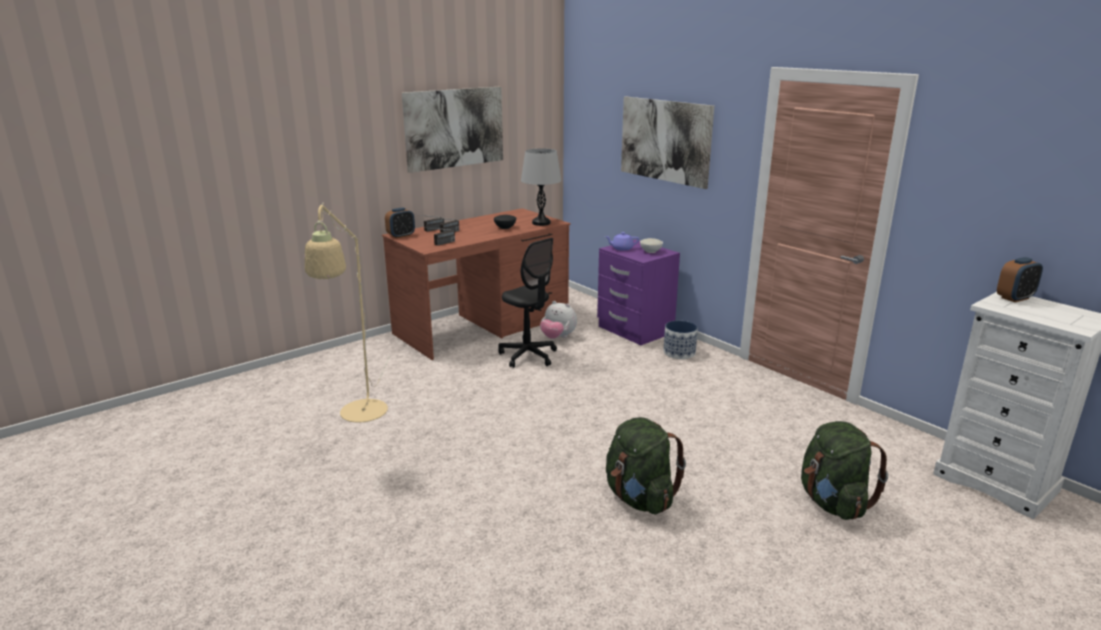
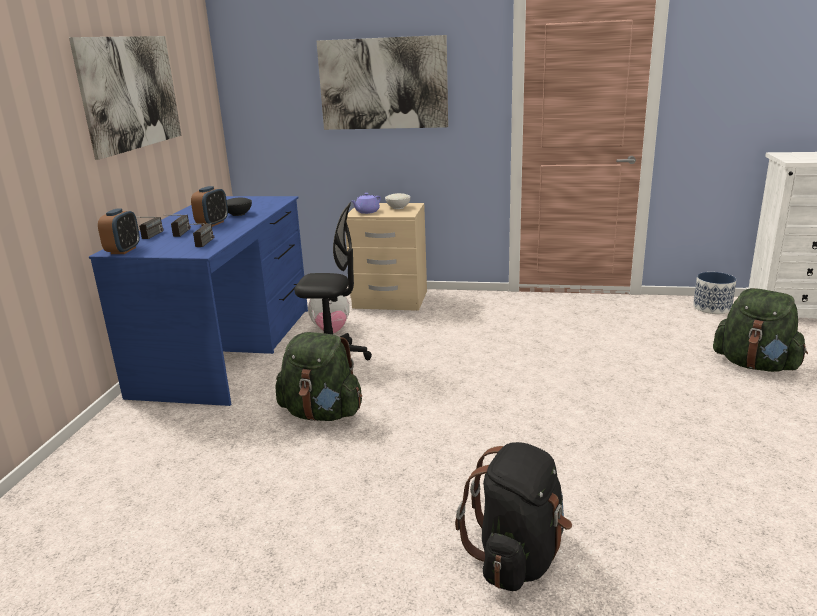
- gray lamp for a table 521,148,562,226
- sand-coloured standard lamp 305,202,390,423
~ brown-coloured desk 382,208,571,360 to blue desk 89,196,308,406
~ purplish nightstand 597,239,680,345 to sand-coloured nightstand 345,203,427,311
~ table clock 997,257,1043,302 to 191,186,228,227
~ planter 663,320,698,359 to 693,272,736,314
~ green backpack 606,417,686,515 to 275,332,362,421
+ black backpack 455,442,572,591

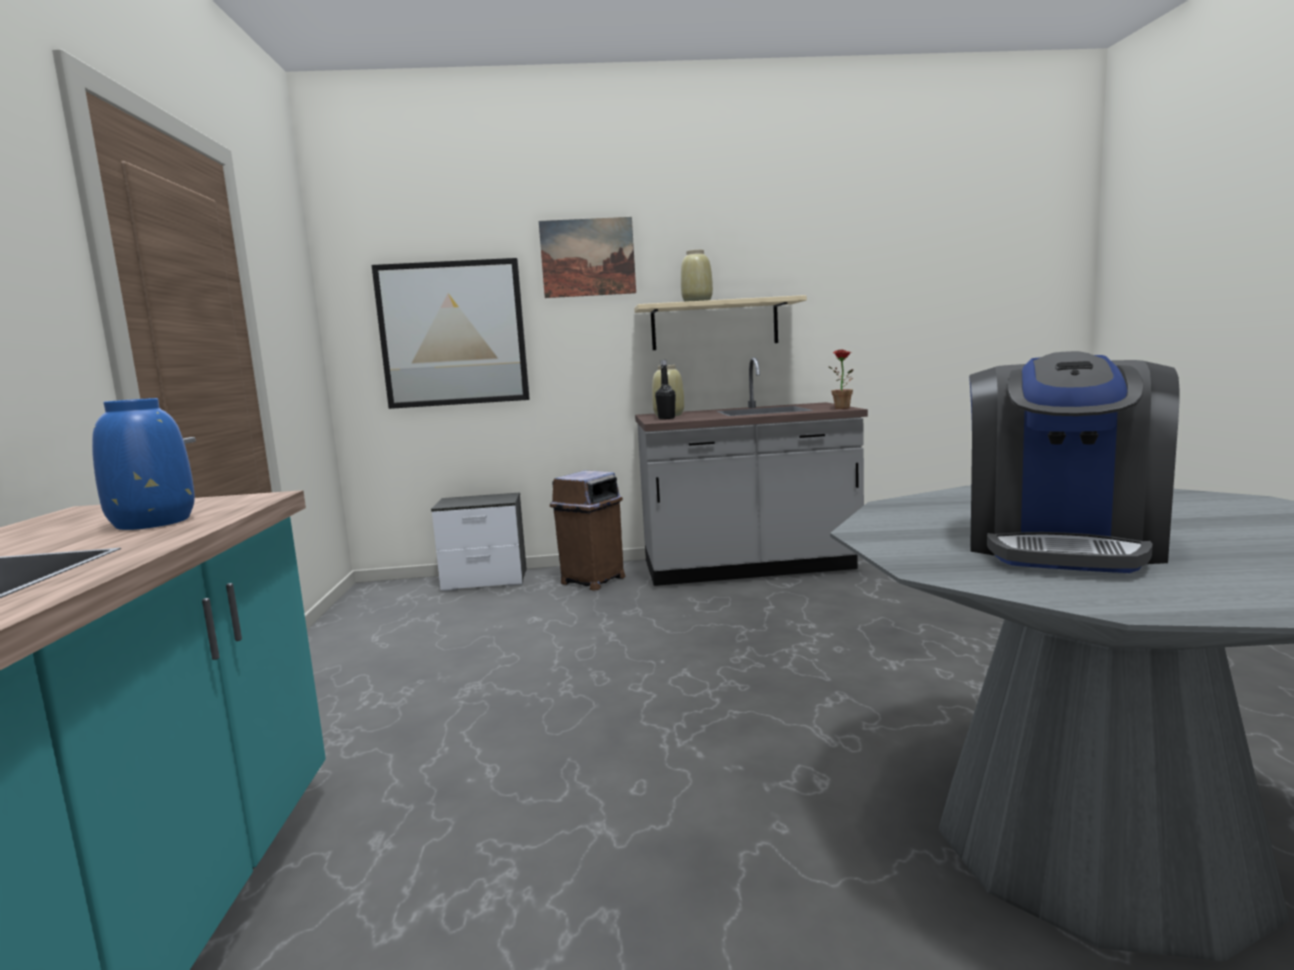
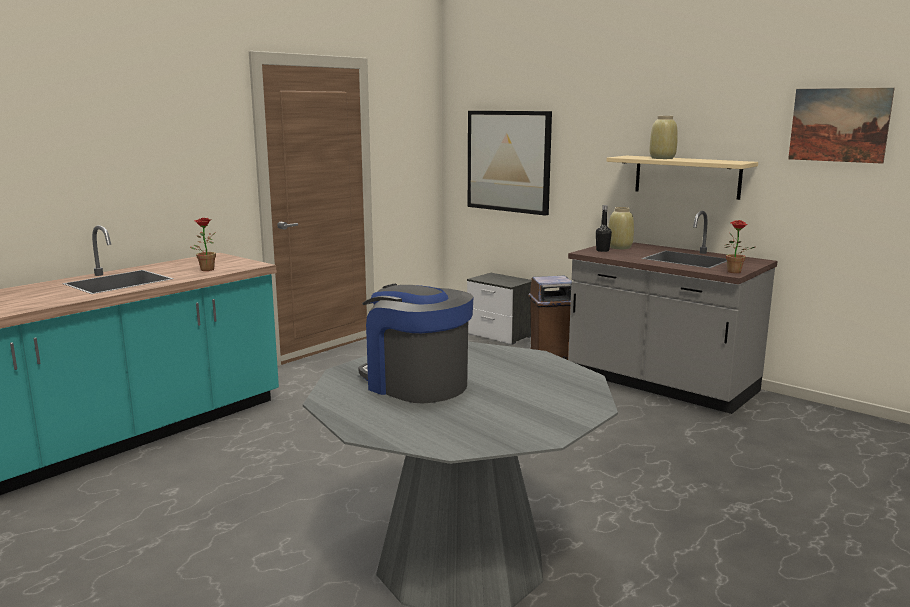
~ wall art 539,217,636,298 to 788,88,895,164
~ coffee maker 969,351,1179,573 = 358,284,474,403 60 degrees clockwise
~ blue vase 92,398,195,530 to plant in a pot 190,218,216,271

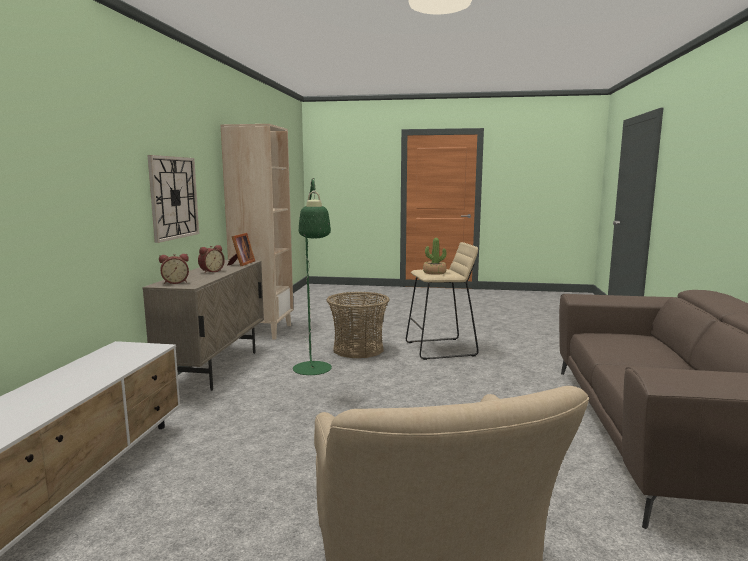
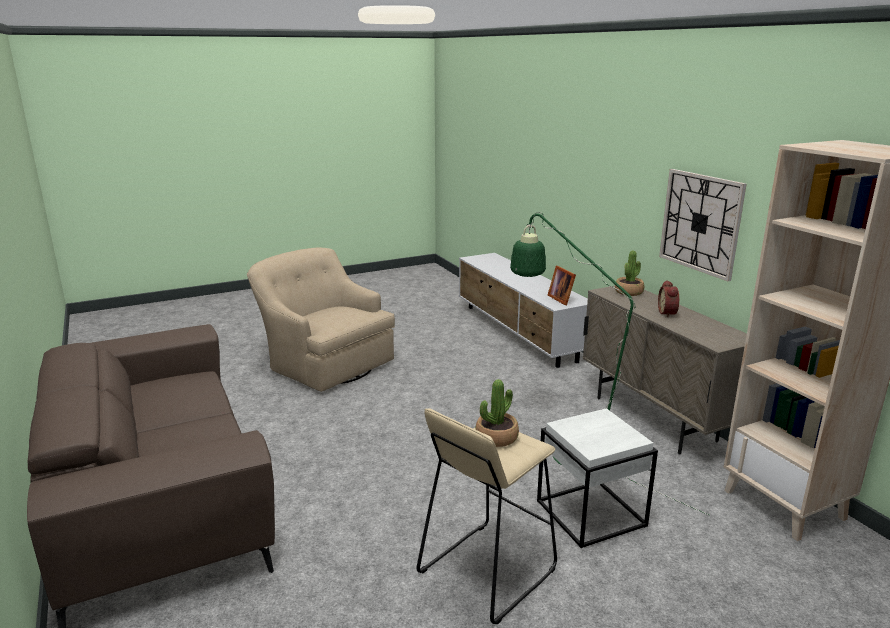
~ standing frame 227,233,255,266 to 548,266,576,305
~ table clock 159,254,189,284 to plant in a pot 615,251,644,296
~ basket 326,292,390,358 to white-coloured side table 537,408,658,548

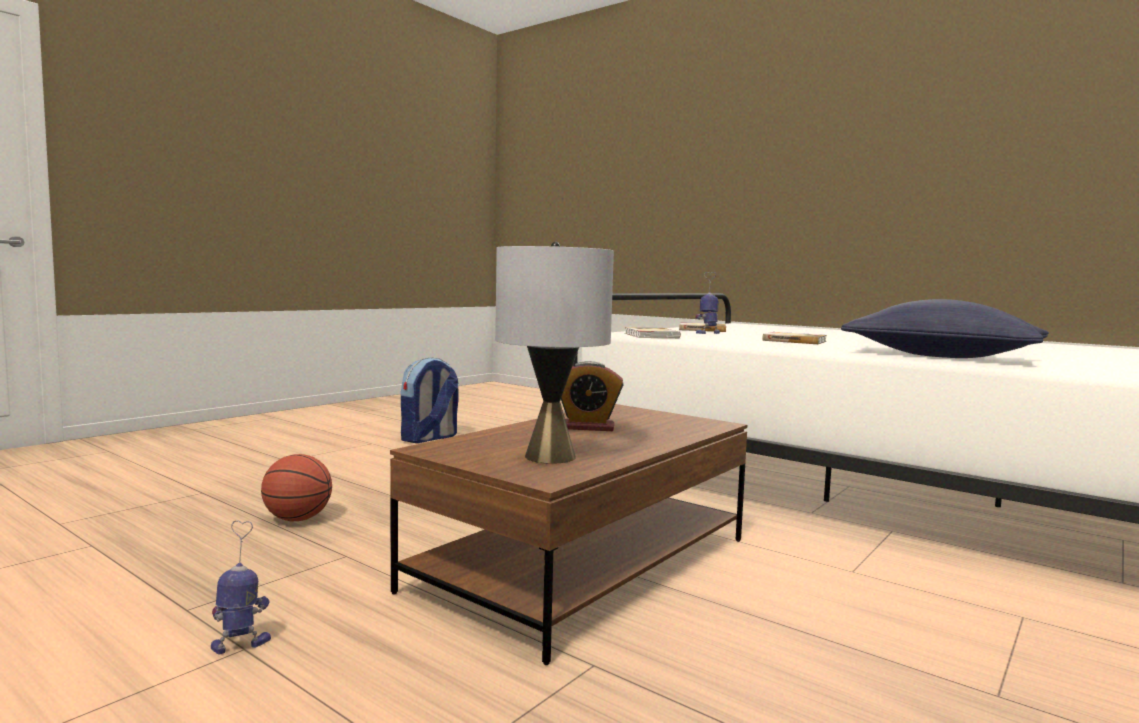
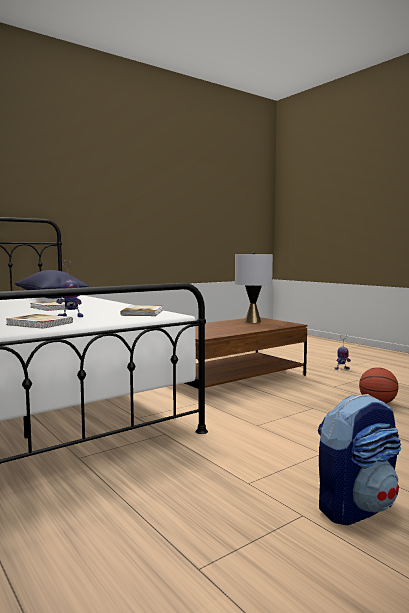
- table clock 561,361,624,431

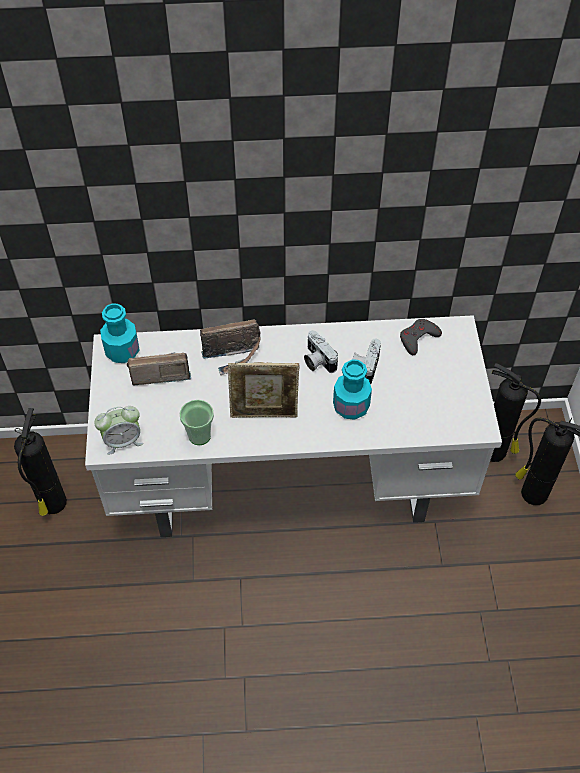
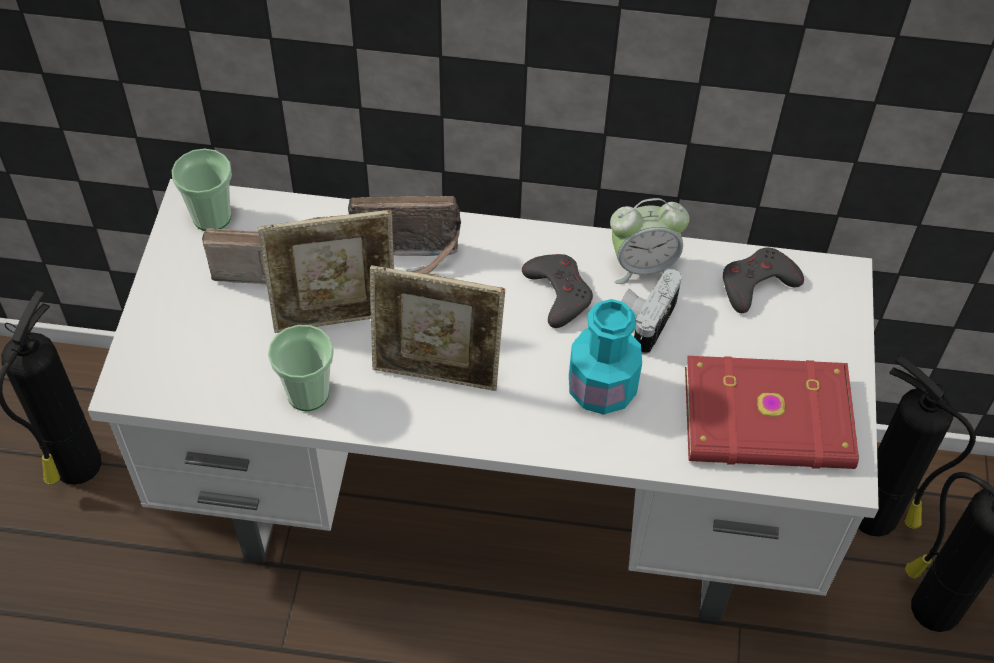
~ turquoise beverage bottle 100,303,139,363 to drinking cup 172,149,232,231
~ still camera 304,331,338,373 to gray joypad 522,254,593,328
~ table clock 94,406,144,455 to 610,198,689,284
+ standing frame 258,210,394,333
+ red-coloured book 685,356,859,469

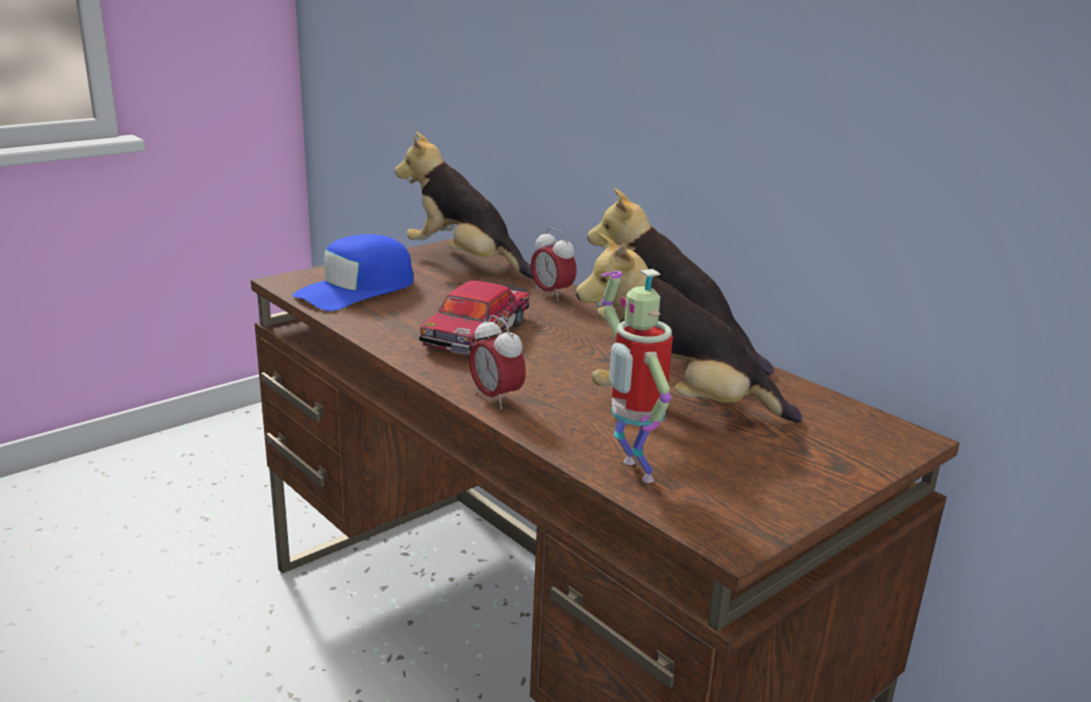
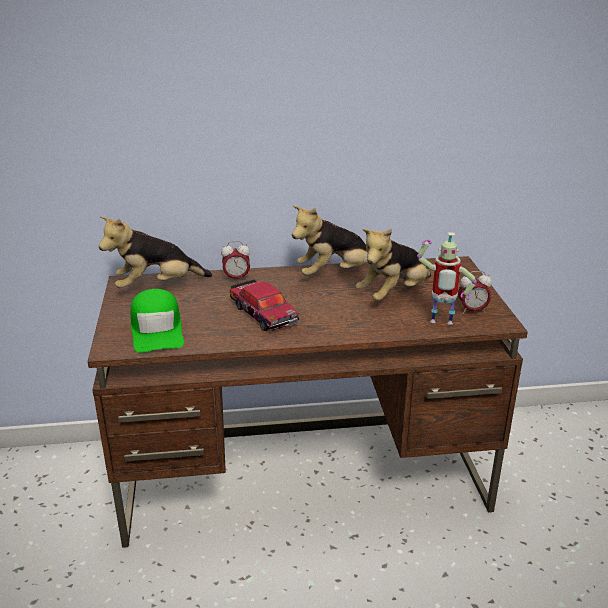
~ blue baseball cap 292,234,414,311 to green baseball cap 130,289,184,353
~ table clock 469,315,526,409 to 458,271,492,314

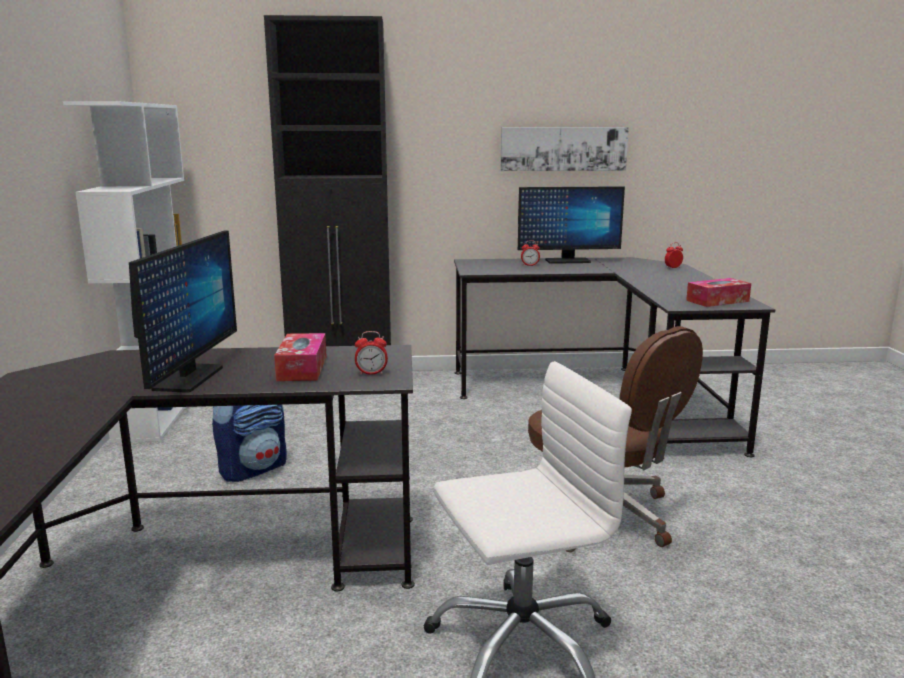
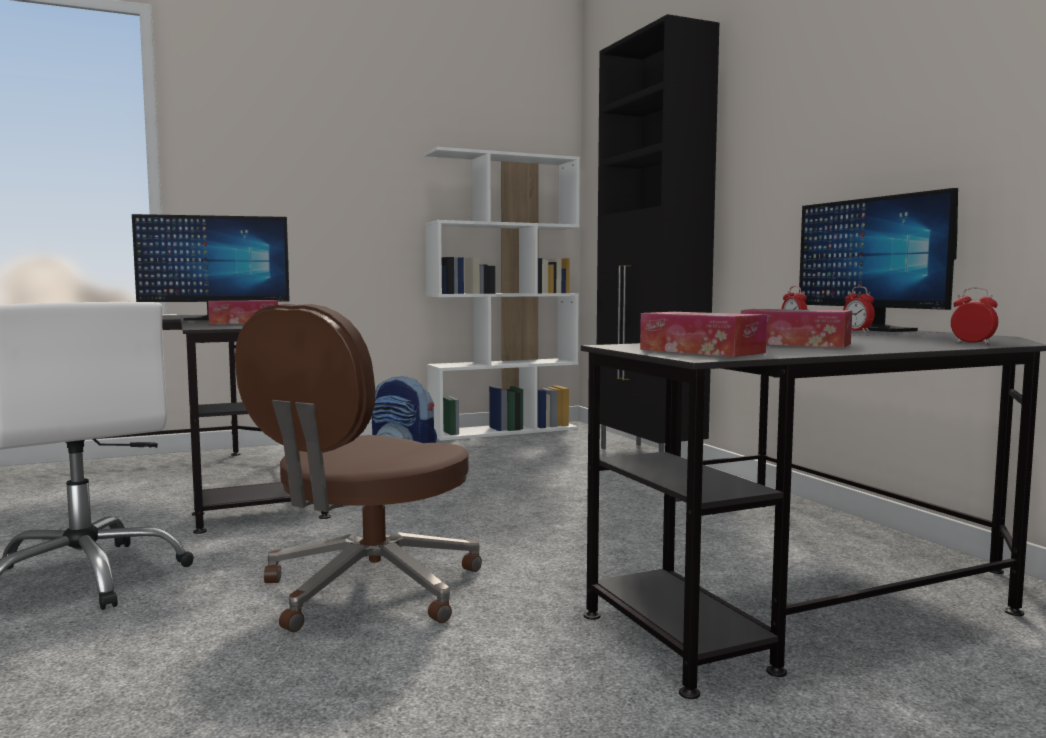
- wall art 501,127,629,171
~ table clock 355,331,388,375 to 843,286,875,331
+ box of tissues 741,309,852,348

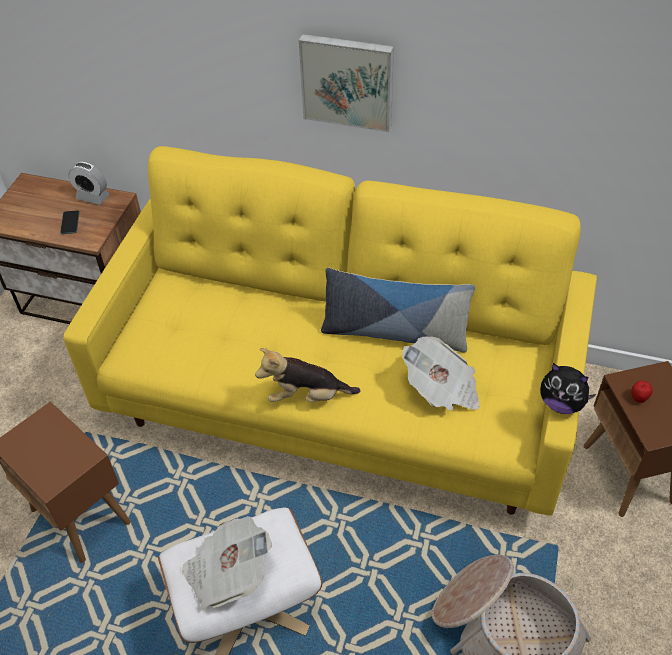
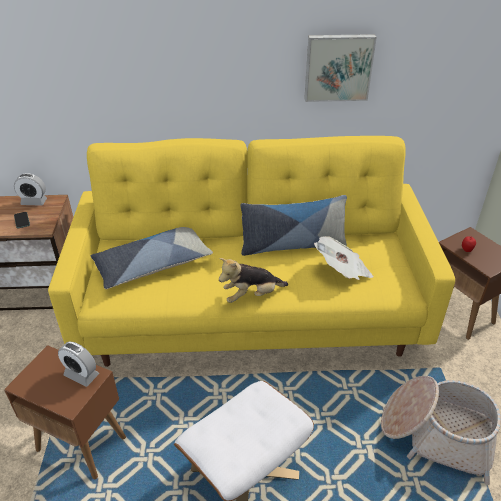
~ wall art 299,34,394,132 to 304,34,377,102
- plush toy 540,363,596,414
- printed paper 182,516,272,610
+ throw pillow 91,227,213,289
+ table clock 58,342,99,387

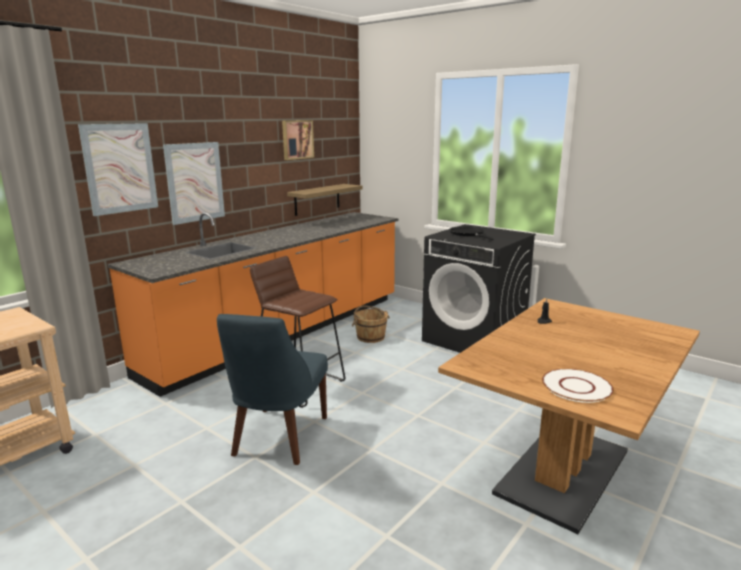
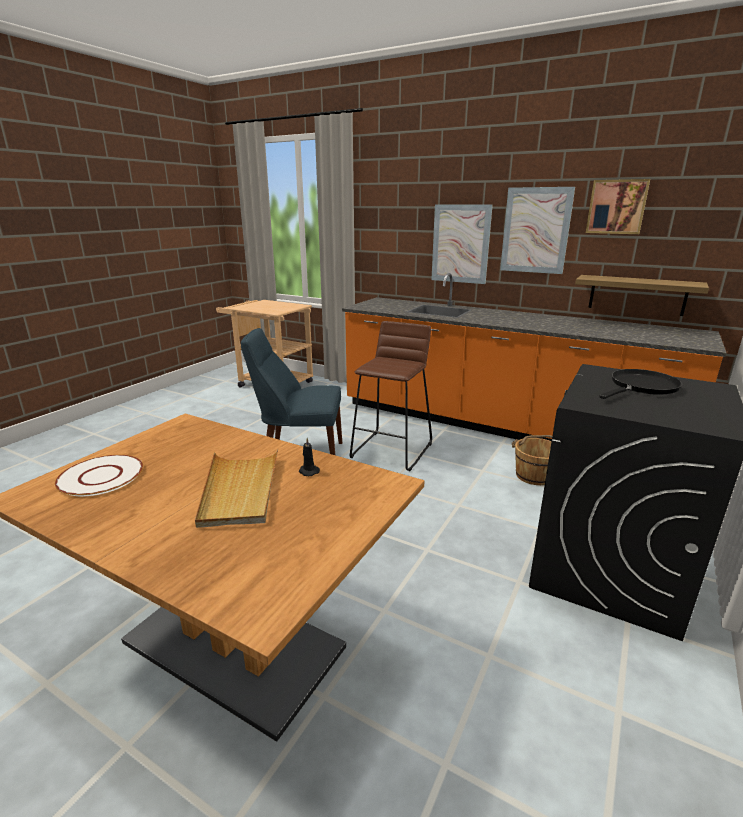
~ wall art 78,123,158,216 to 500,187,575,274
+ sand-coloured serving tray 195,449,278,528

